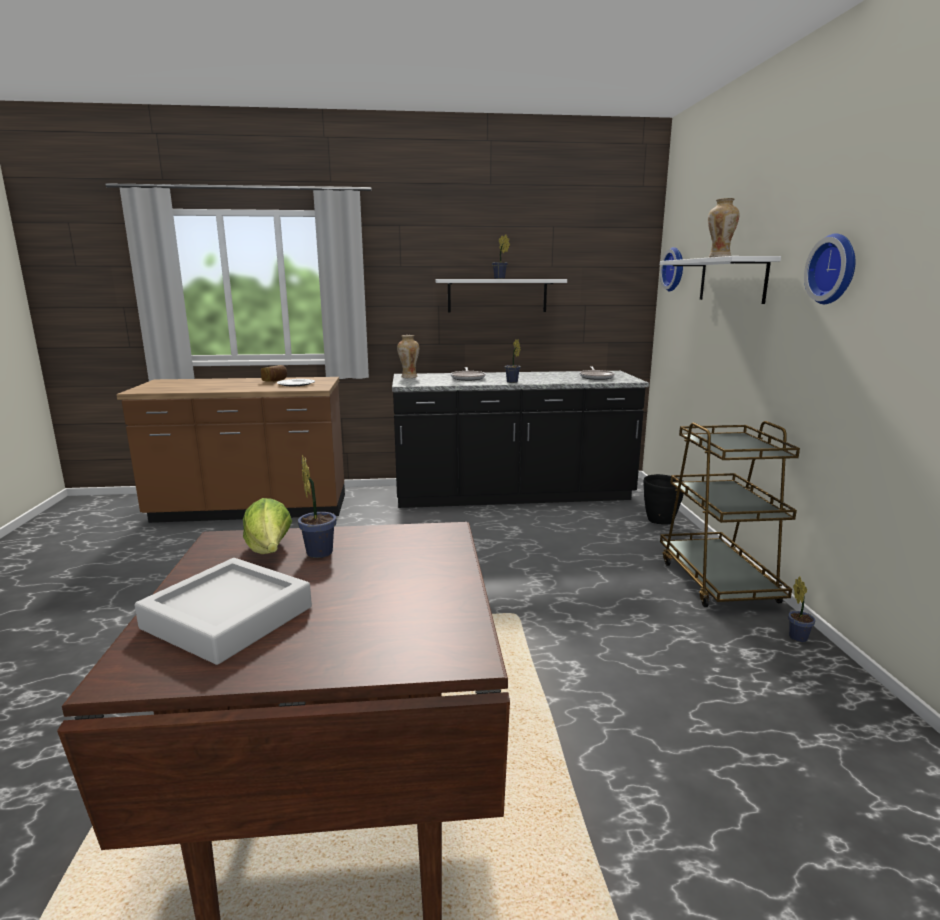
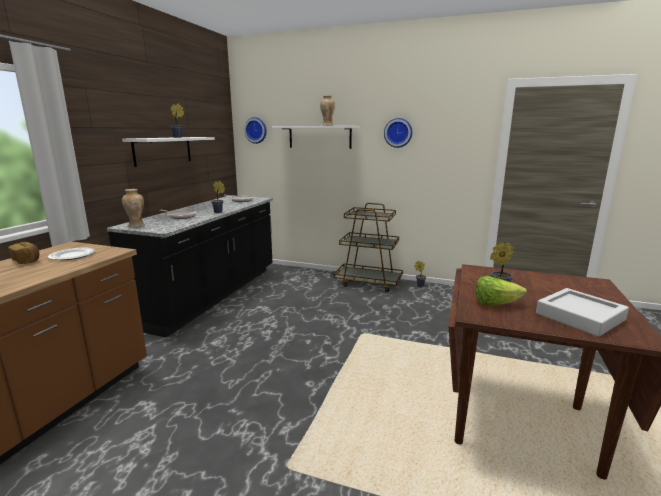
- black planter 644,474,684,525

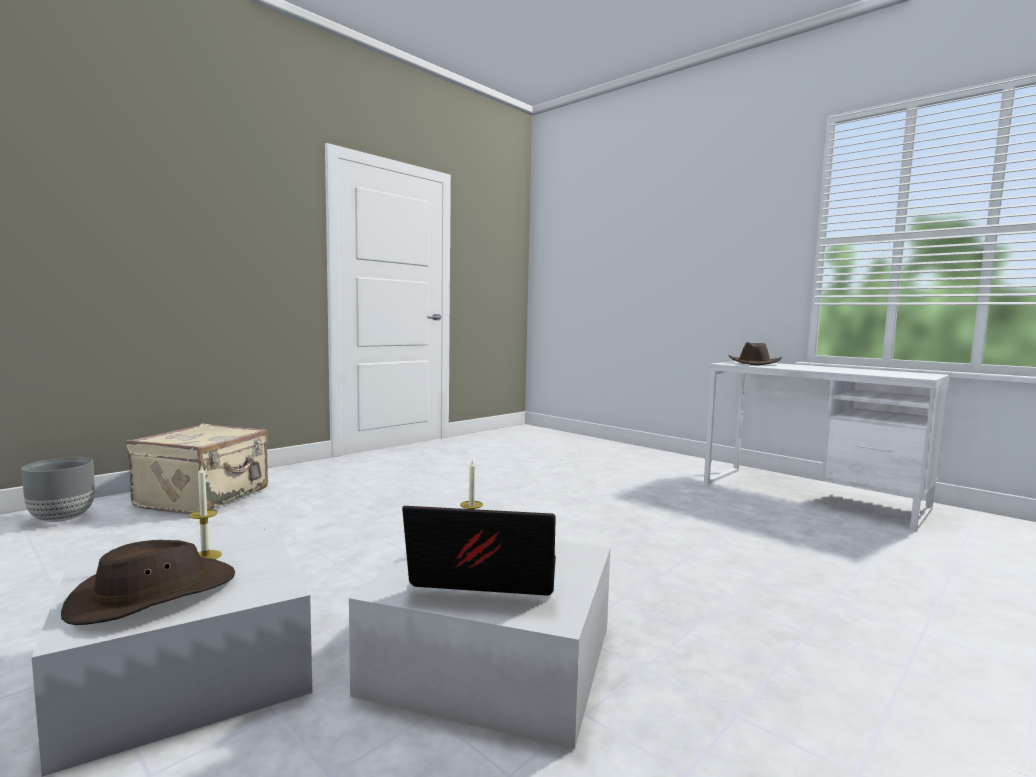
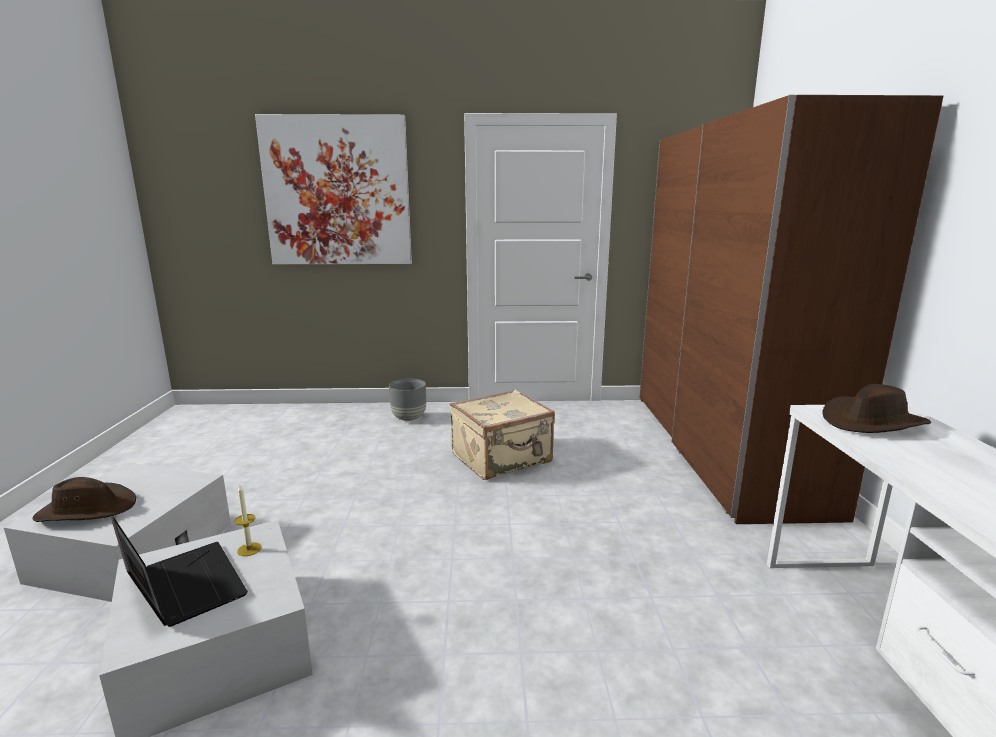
~ sand-coloured suitcase 126,424,268,514 to 450,390,555,480
~ gray planter 21,457,95,522 to 389,379,426,421
- wax candle 189,465,222,560
+ brown-coloured wardrobe 639,95,943,524
+ wall art 255,114,412,264

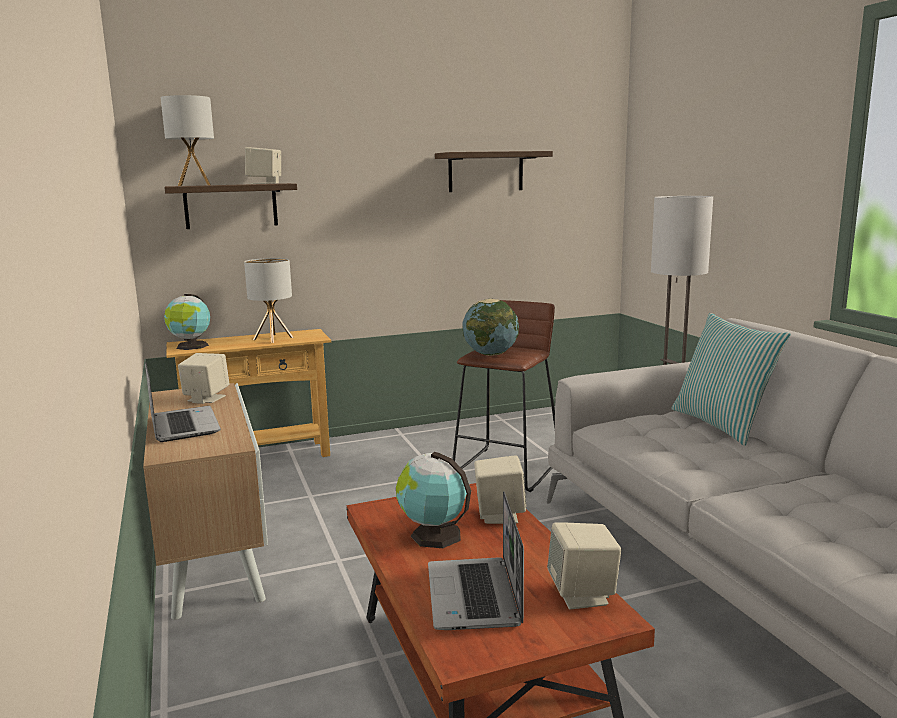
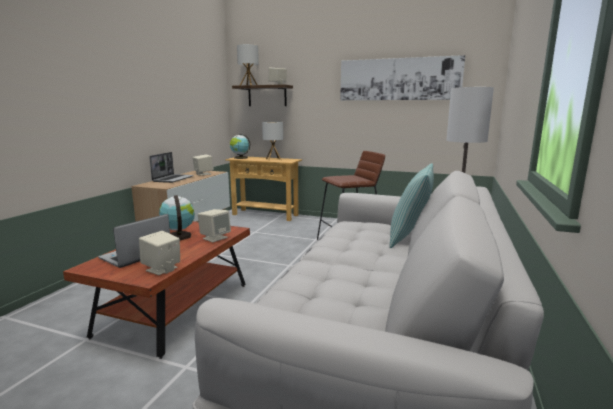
~ wall shelf 435,151,553,192 to wall art 340,55,465,100
- globe 462,299,519,356

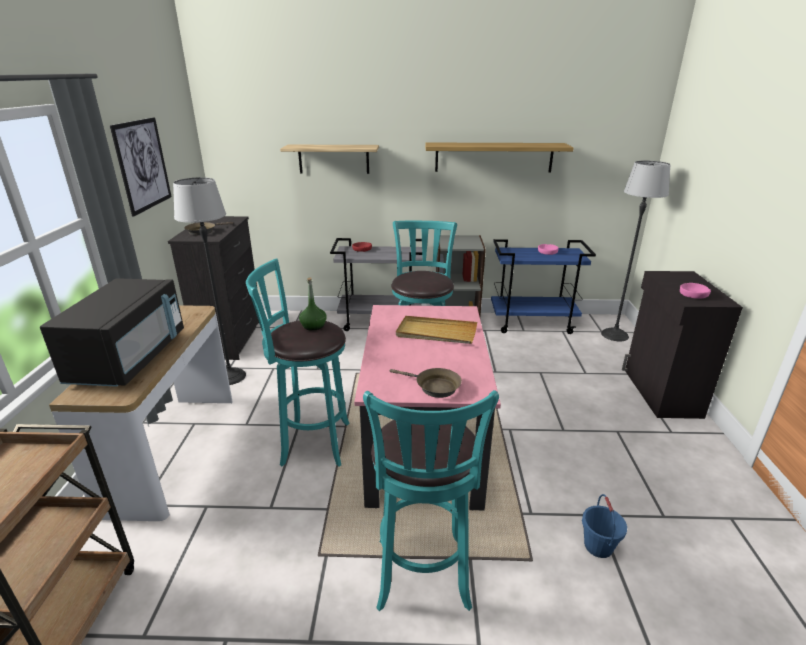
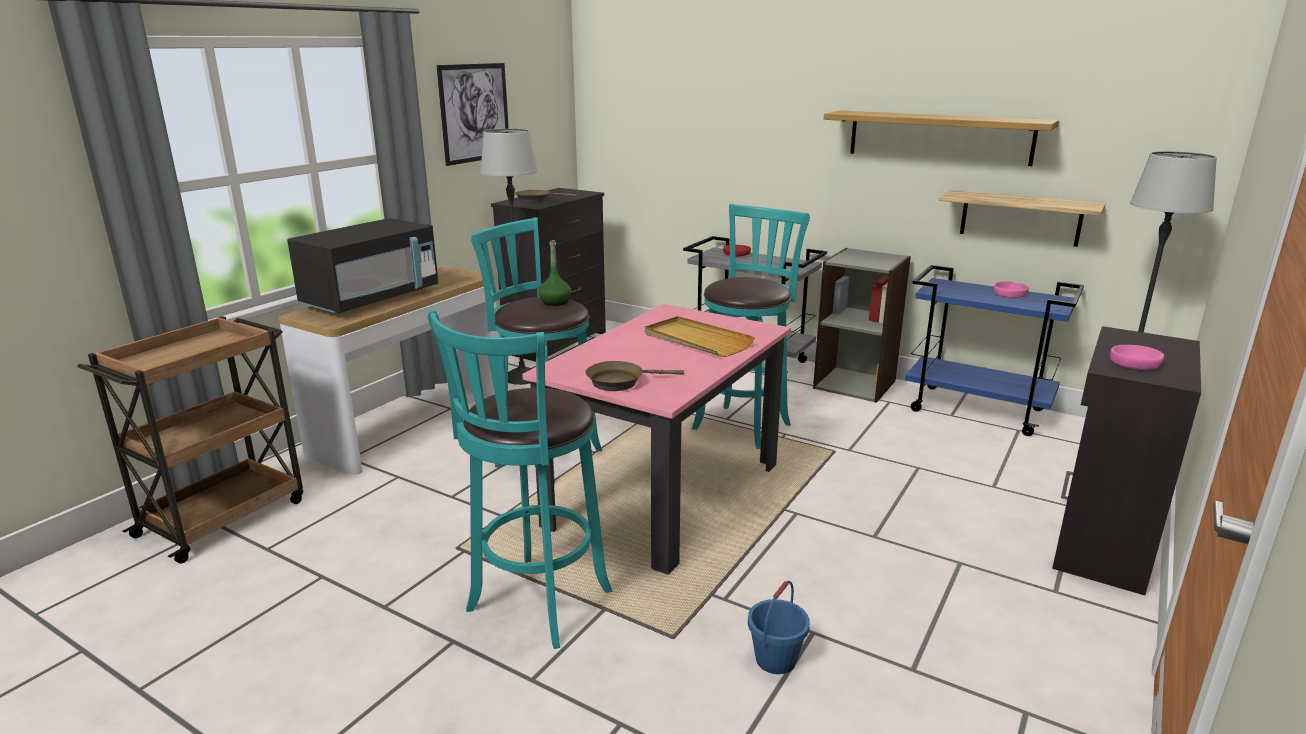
~ wall shelf 280,145,379,174 to 938,190,1106,247
~ brown-coloured frying pan 389,368,462,398 = 585,361,684,391 105 degrees clockwise

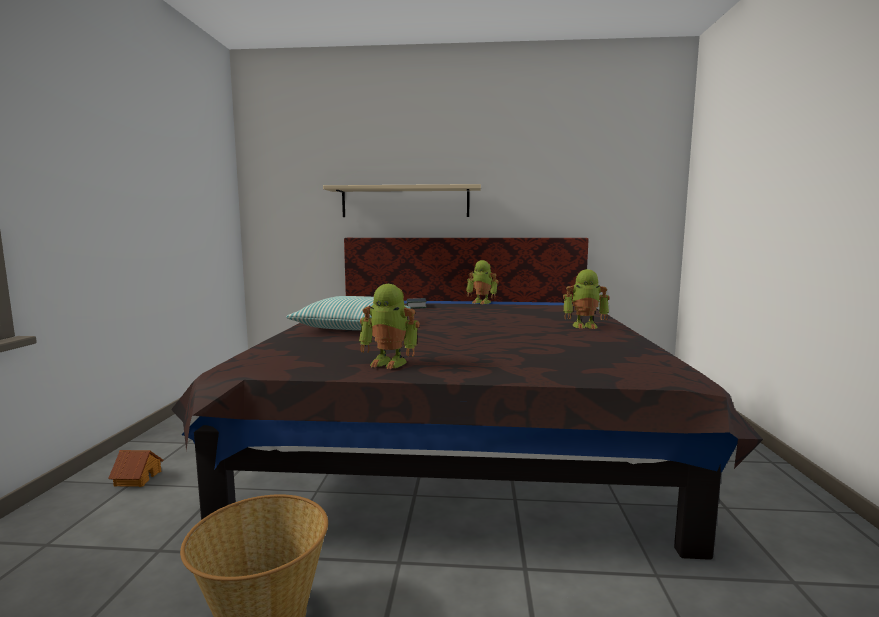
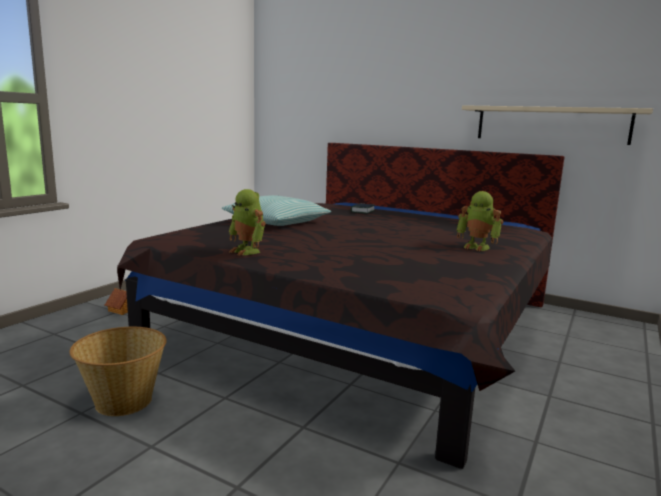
~ sand-coloured wall shelf 323,184,481,217 to 462,105,653,145
- model robot 466,260,499,304

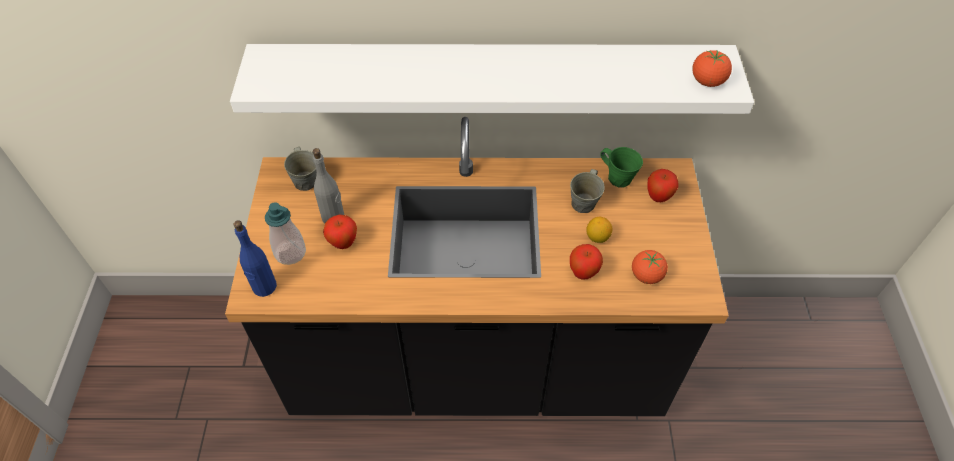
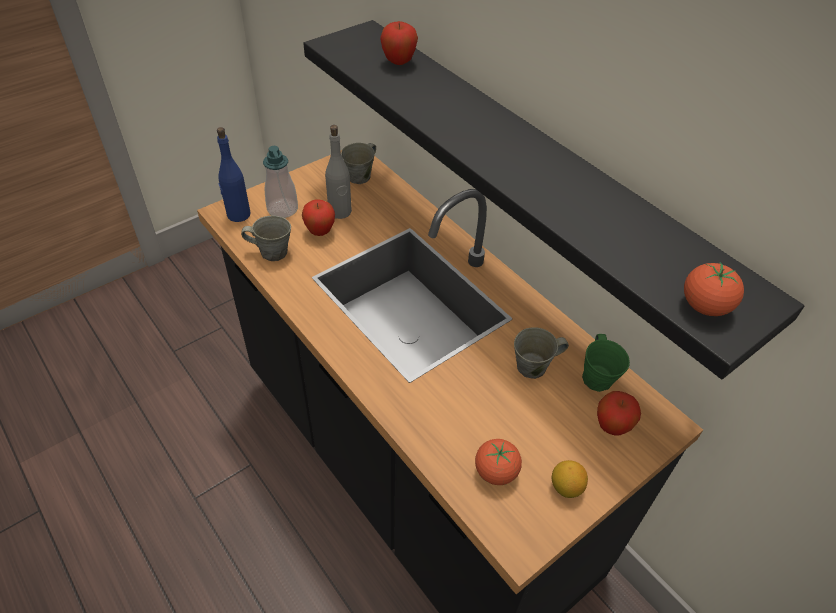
~ white-coloured wall shelf 230,44,754,114 to black wall shelf 303,20,805,379
~ lemon 586,217,613,243 to 552,460,588,498
~ apple 570,244,603,280 to 380,21,418,65
+ gray coffee mug 241,215,291,261

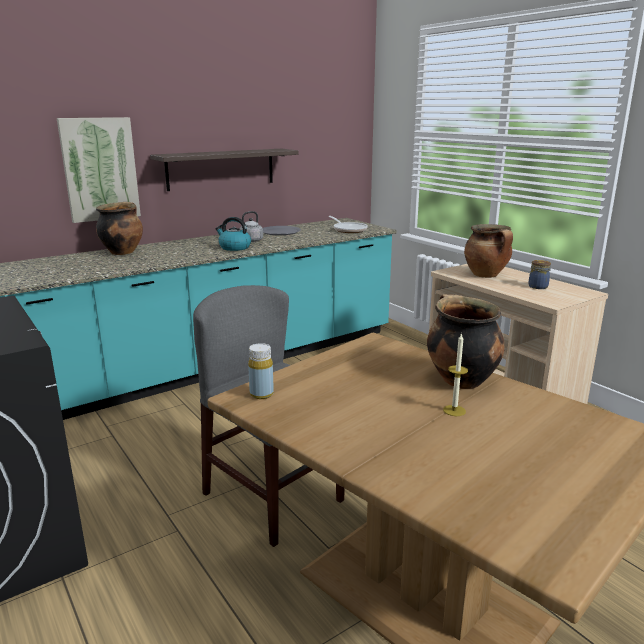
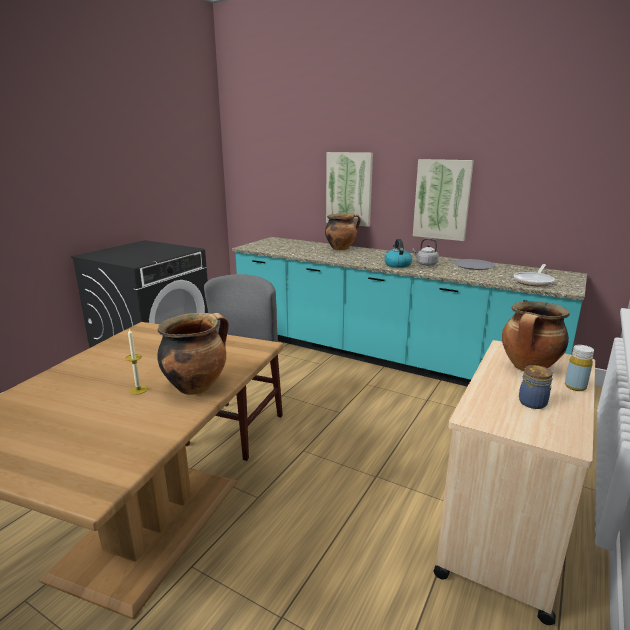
~ wall shelf 150,149,299,191 to wall art 413,159,474,241
~ yellowish beverage bottle 248,343,274,399 to 565,345,594,391

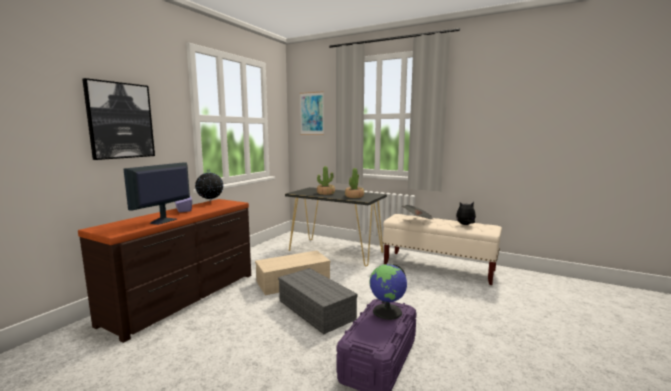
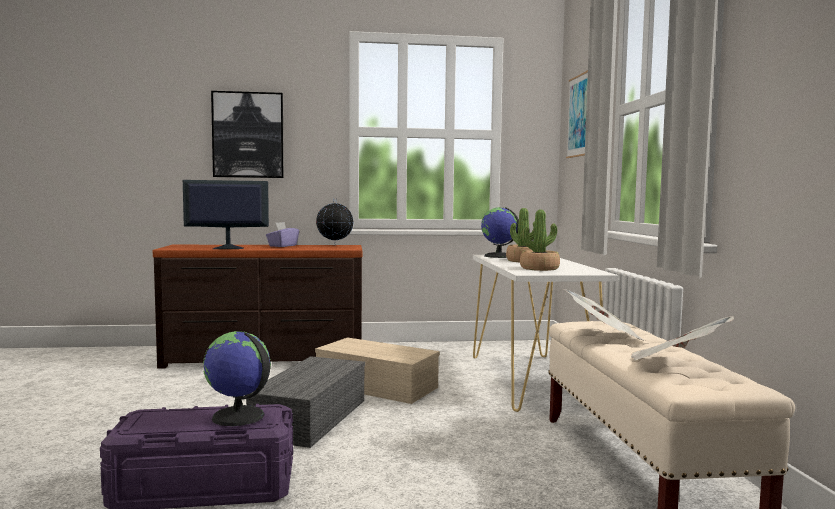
~ black narrow table 285,187,387,266 to white-coloured narrow table 473,255,619,412
~ plush toy 456,202,476,225 to printed paper 631,316,734,361
+ globe 481,207,519,258

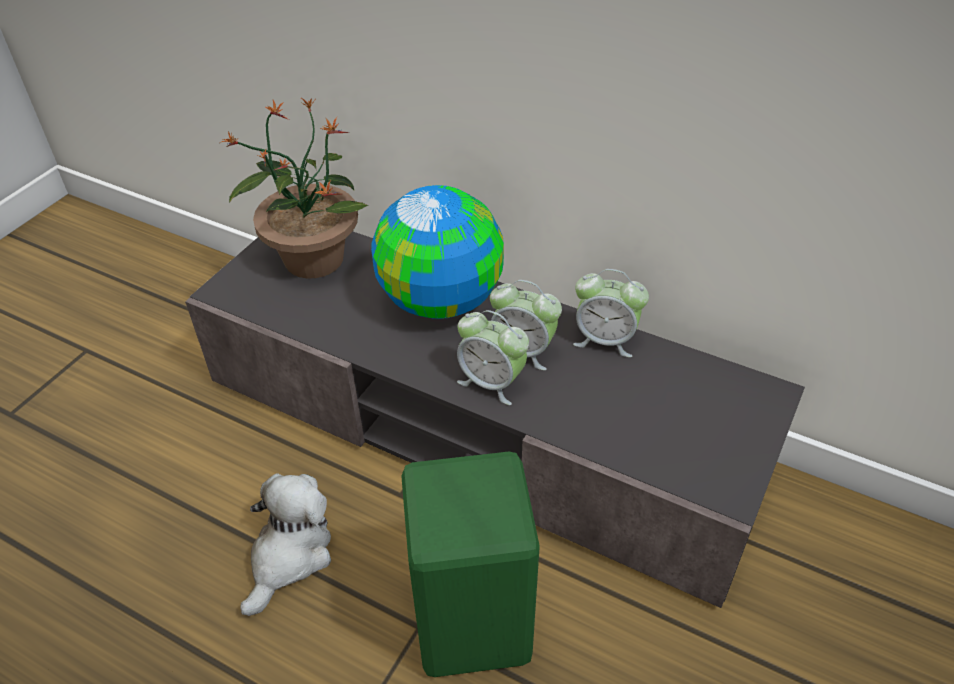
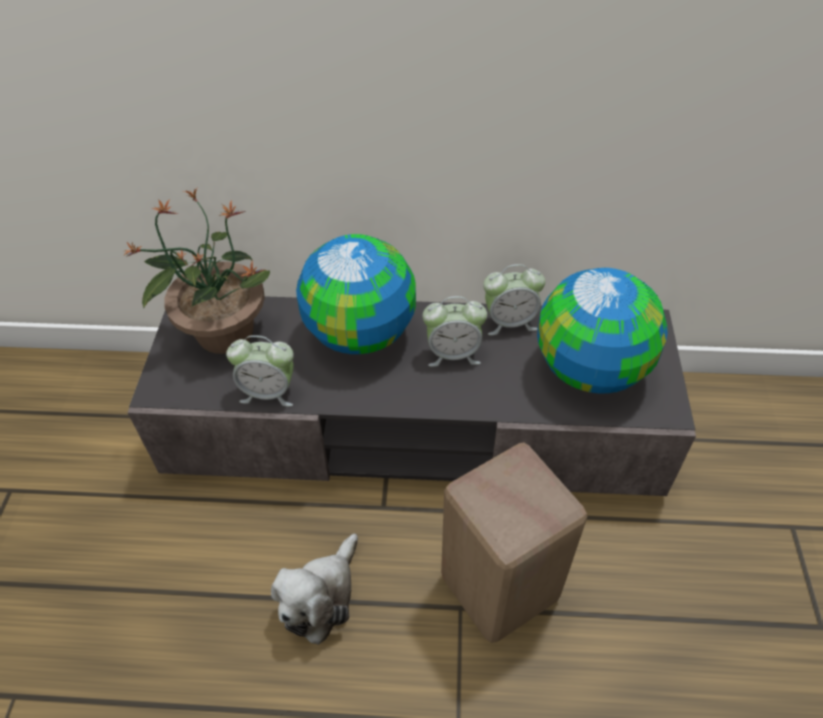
~ table clock 457,310,529,405 to 226,335,294,406
~ green stool seat 401,452,540,677 to sand-coloured stool seat 441,442,588,643
~ plush toy 240,473,331,616 = 271,534,358,645 150 degrees counterclockwise
+ globe 537,268,668,394

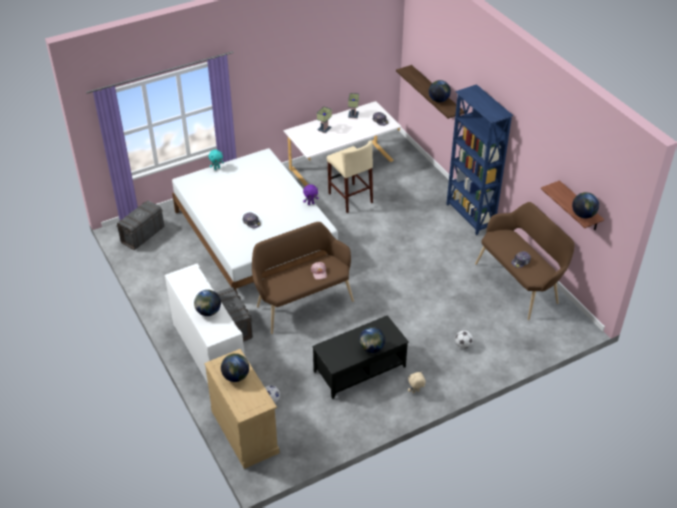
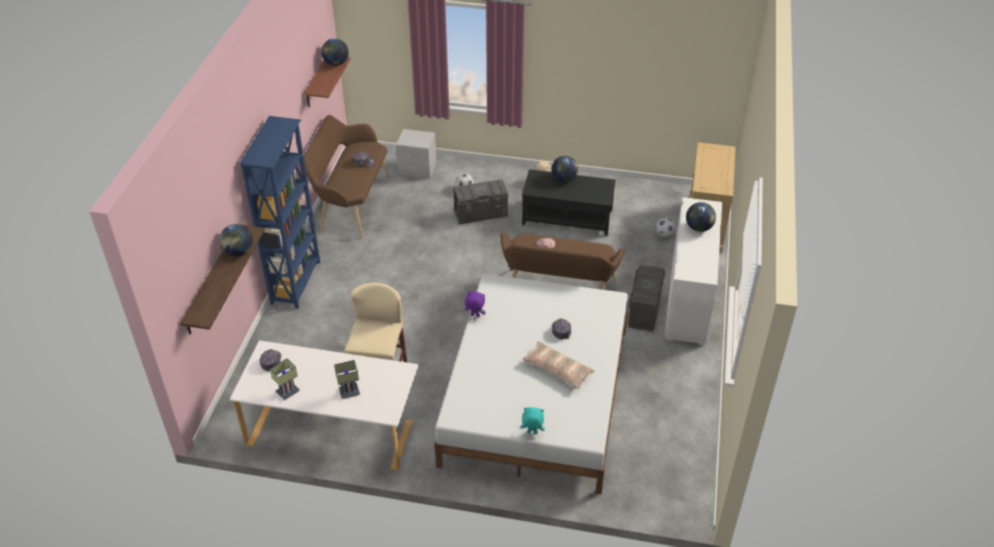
~ gray storage bin 116,200,165,250 to 453,179,509,224
- globe 221,353,249,382
+ gray nightstand 396,129,437,179
+ throw pillow 523,341,595,389

